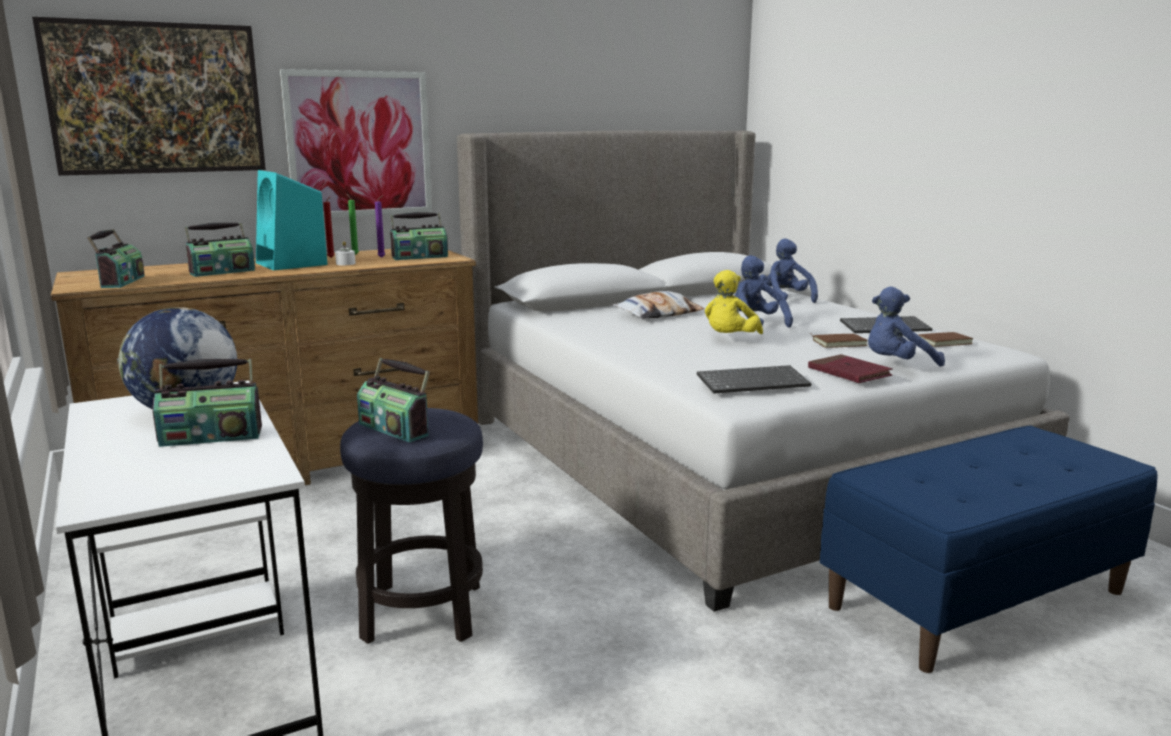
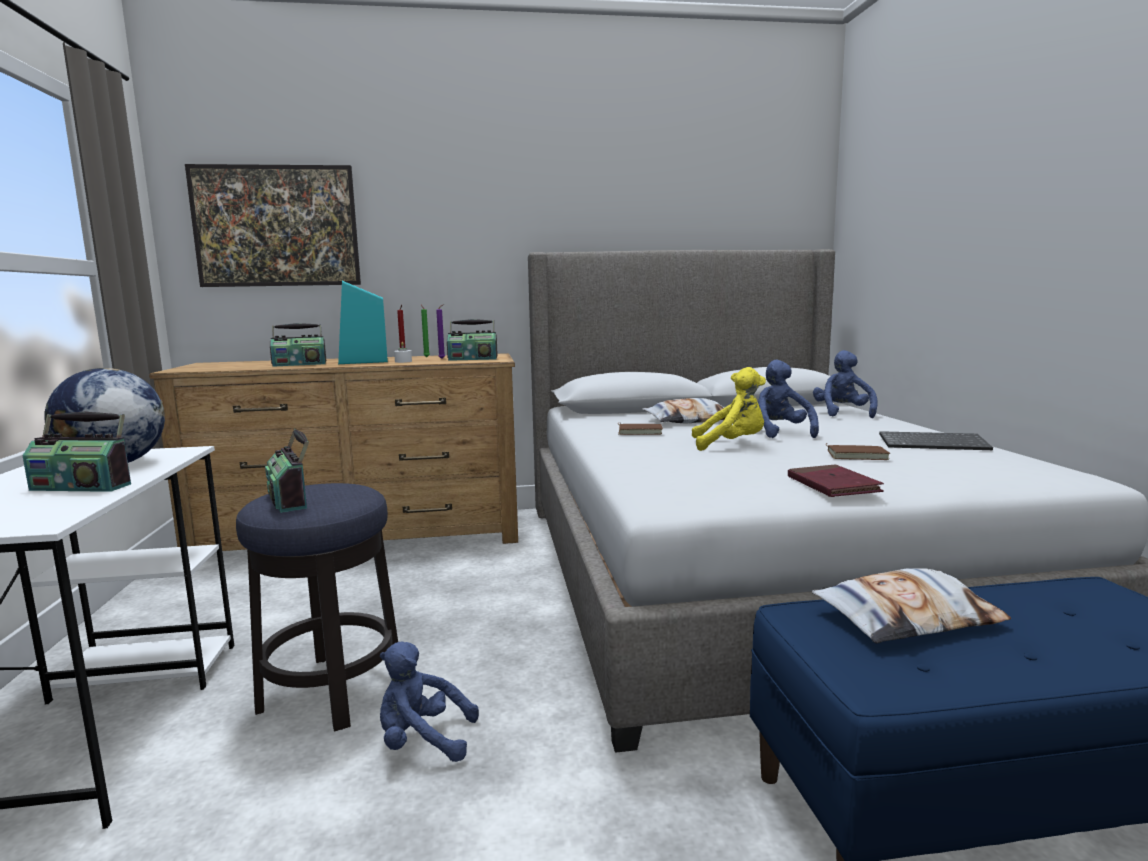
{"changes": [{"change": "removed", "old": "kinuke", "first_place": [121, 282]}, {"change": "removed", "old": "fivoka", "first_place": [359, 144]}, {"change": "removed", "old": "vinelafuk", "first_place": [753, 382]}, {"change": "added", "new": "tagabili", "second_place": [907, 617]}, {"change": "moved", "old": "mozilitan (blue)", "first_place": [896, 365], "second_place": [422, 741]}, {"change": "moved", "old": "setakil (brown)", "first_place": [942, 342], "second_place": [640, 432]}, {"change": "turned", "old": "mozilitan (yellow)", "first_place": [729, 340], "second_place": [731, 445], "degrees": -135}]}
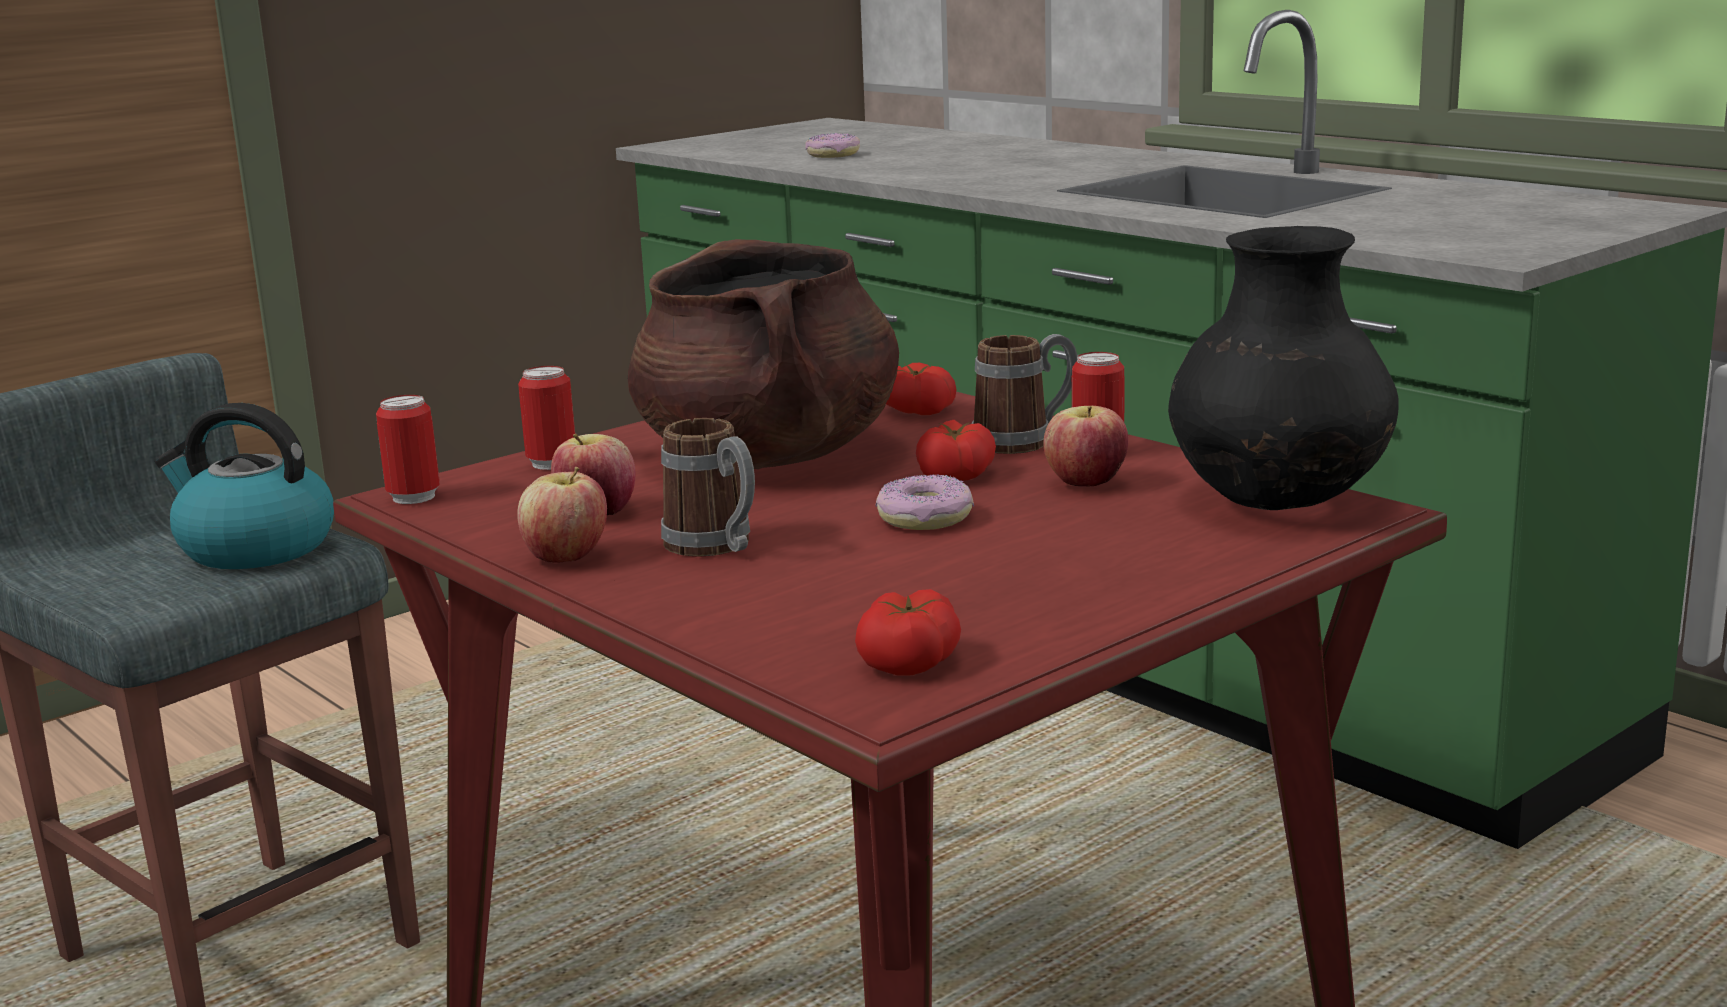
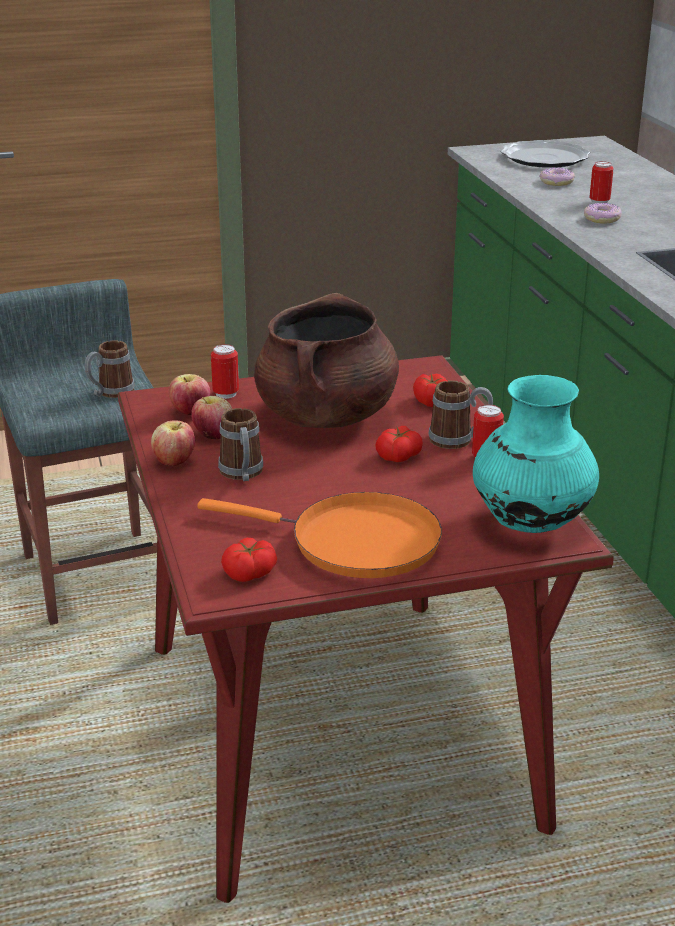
{"changes": [{"change": "added", "new": "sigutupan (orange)", "second_place": [355, 542]}, {"change": "added", "new": "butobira", "second_place": [544, 158]}, {"change": "moved", "old": "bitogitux", "first_place": [414, 497], "second_place": [599, 202]}, {"change": "moved", "old": "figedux", "first_place": [925, 518], "second_place": [602, 219]}, {"change": "moved", "old": "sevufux", "first_place": [1086, 484], "second_place": [190, 412]}, {"change": "replaced", "old": "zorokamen", "new": "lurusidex", "first_place": [254, 548], "second_place": [110, 393]}, {"change": "recoloured", "old": "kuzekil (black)", "new": "kuzekil (turquoise)", "first_place": [1277, 503], "second_place": [530, 523]}]}
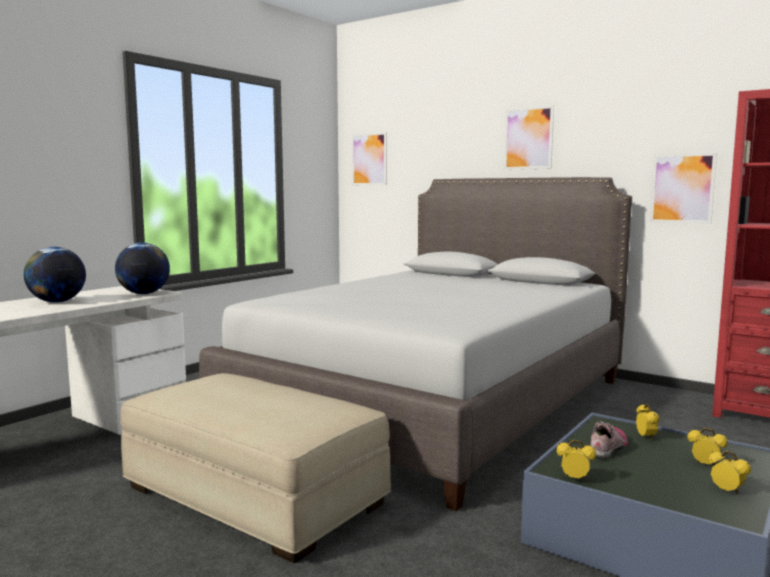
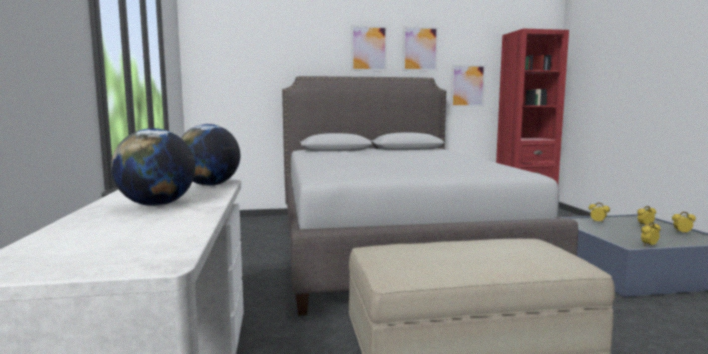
{"changes": [{"change": "removed", "old": "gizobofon", "first_place": [608, 448]}, {"change": "moved", "old": "fivoka", "first_place": [369, 159], "second_place": [420, 49]}]}
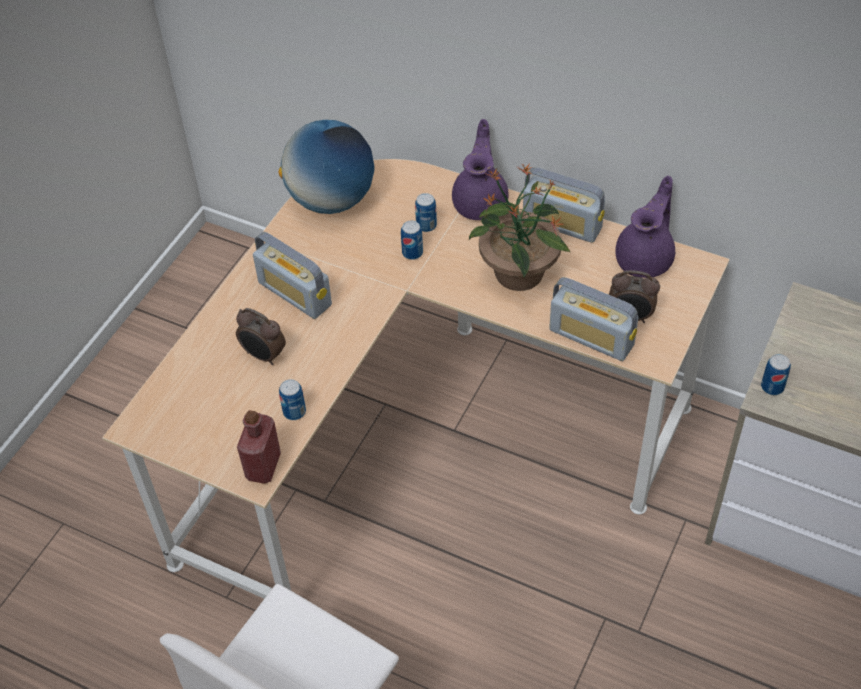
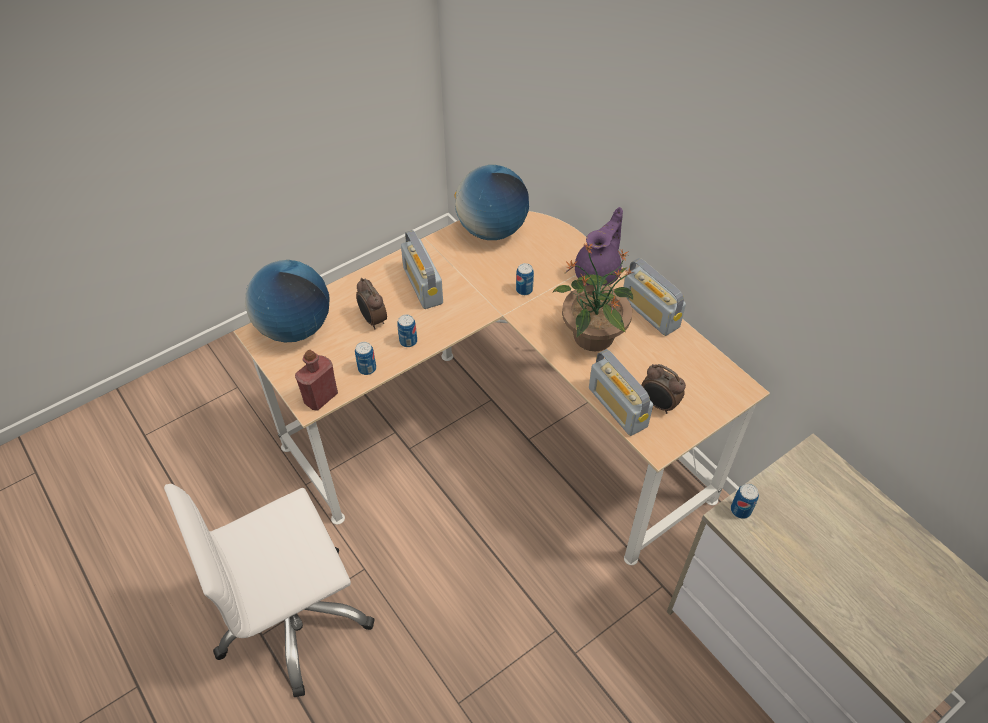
{"changes": [{"change": "removed", "old": "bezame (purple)", "first_place": [646, 259]}, {"change": "added", "new": "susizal", "second_place": [294, 328]}, {"change": "moved", "old": "bitogitux", "first_place": [426, 225], "second_place": [408, 341]}]}
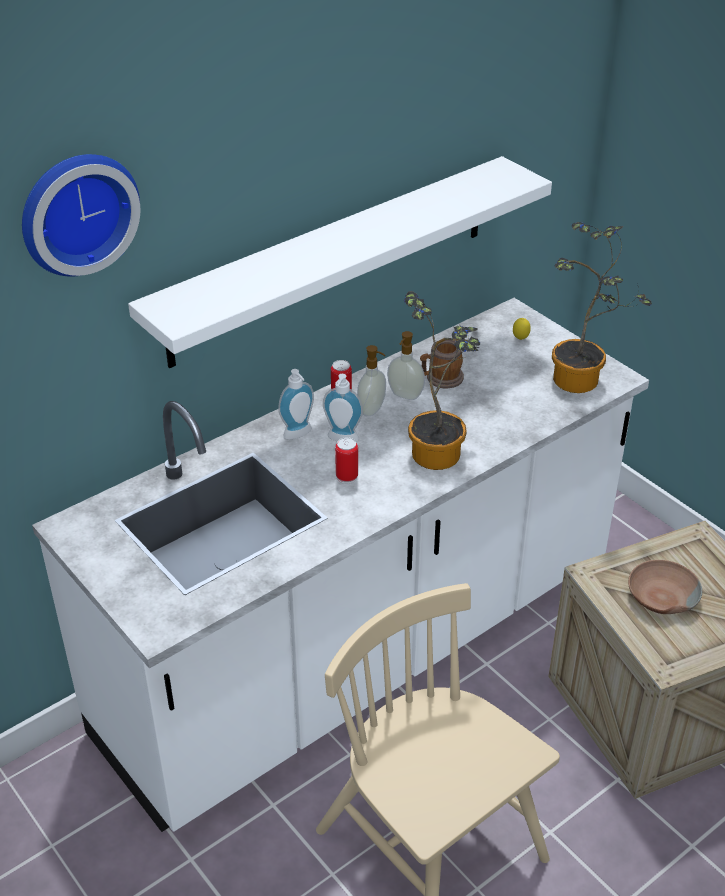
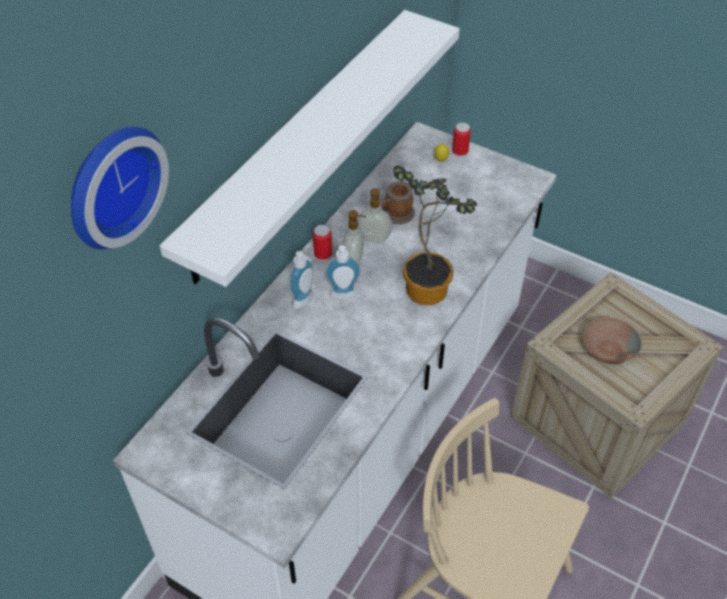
{"changes": [{"change": "removed", "old": "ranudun", "first_place": [582, 382]}, {"change": "moved", "old": "bitogitux", "first_place": [347, 477], "second_place": [460, 152]}]}
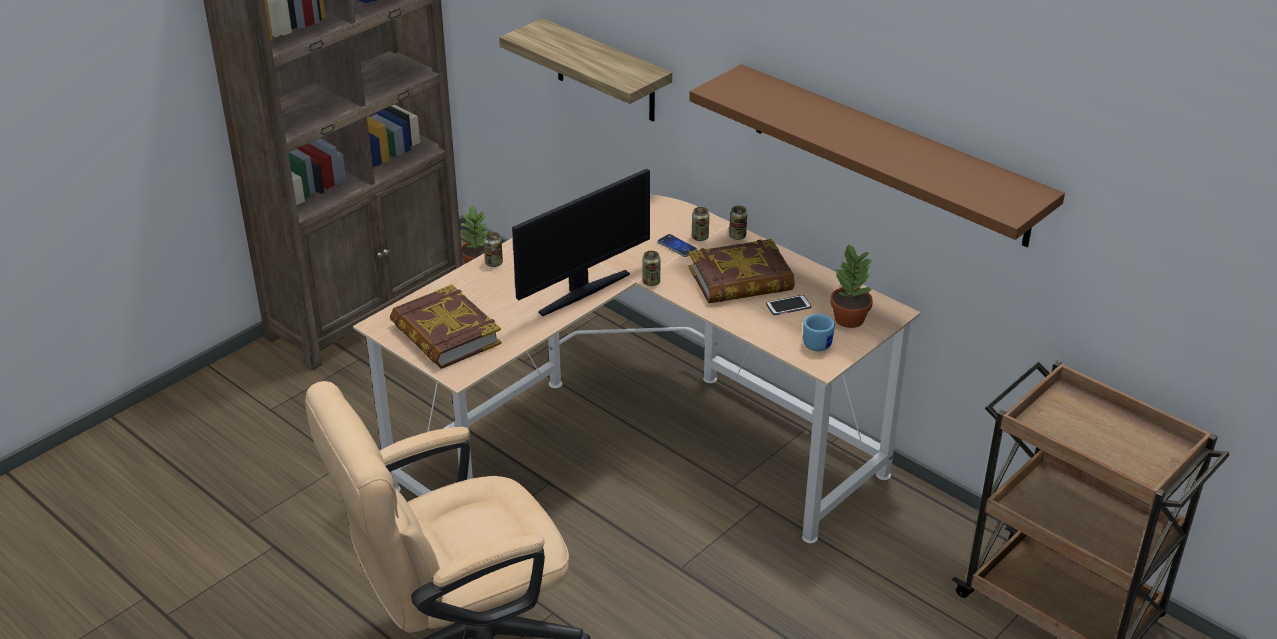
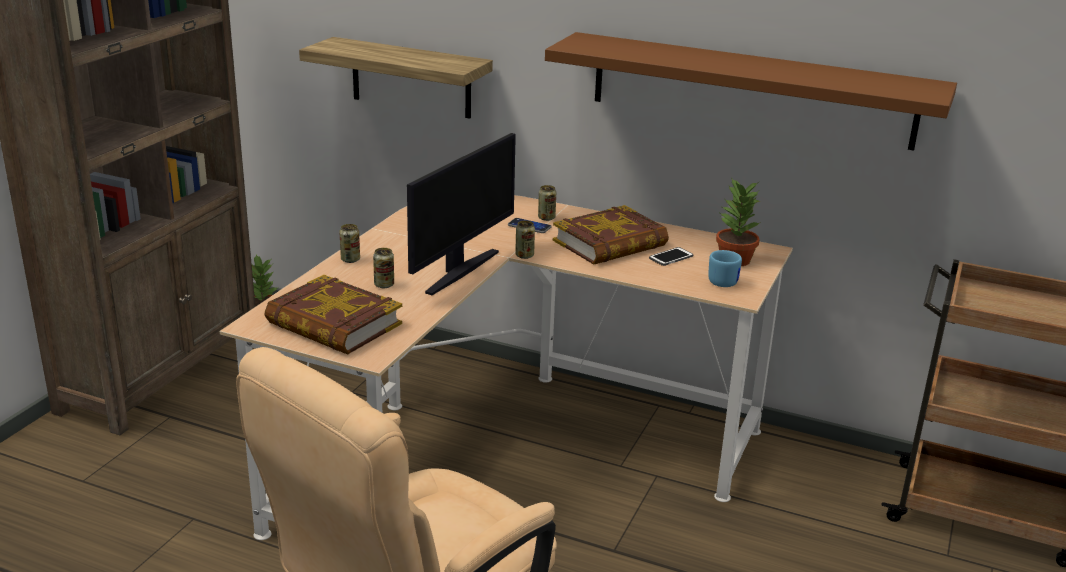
{"changes": [{"change": "moved", "old": "bitogitux", "first_place": [737, 236], "second_place": [384, 285]}]}
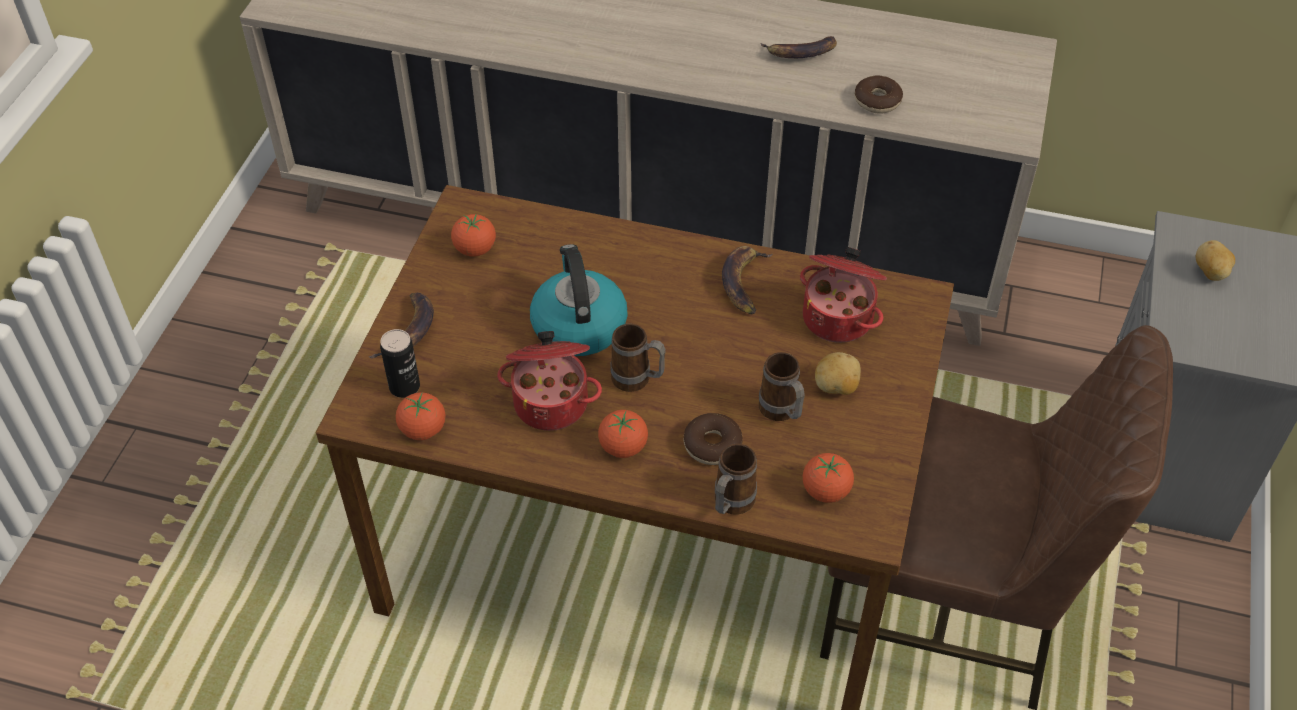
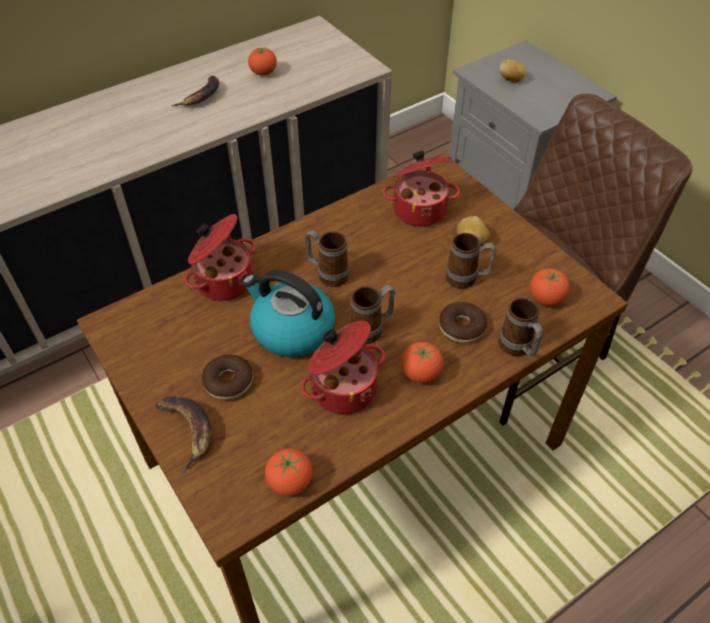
{"changes": [{"change": "removed", "old": "bitogitux", "first_place": [404, 387]}, {"change": "removed", "old": "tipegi", "first_place": [744, 282]}, {"change": "added", "new": "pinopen", "second_place": [223, 280]}, {"change": "added", "new": "lurusidex", "second_place": [327, 274]}, {"change": "moved", "old": "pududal", "first_place": [475, 249], "second_place": [263, 73]}, {"change": "moved", "old": "figedux", "first_place": [877, 101], "second_place": [228, 382]}]}
